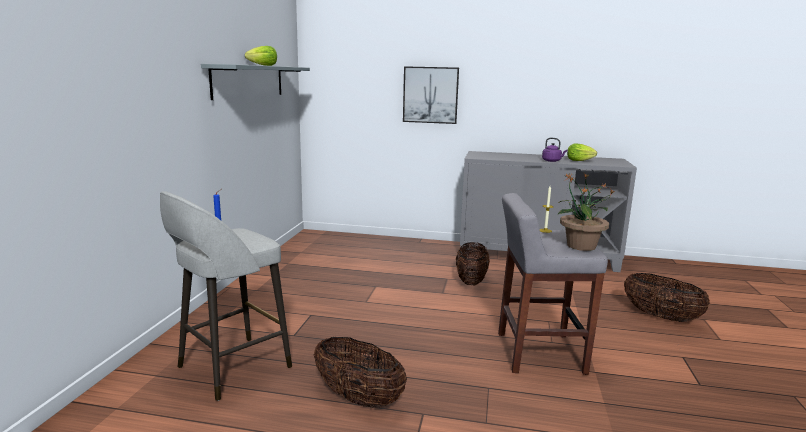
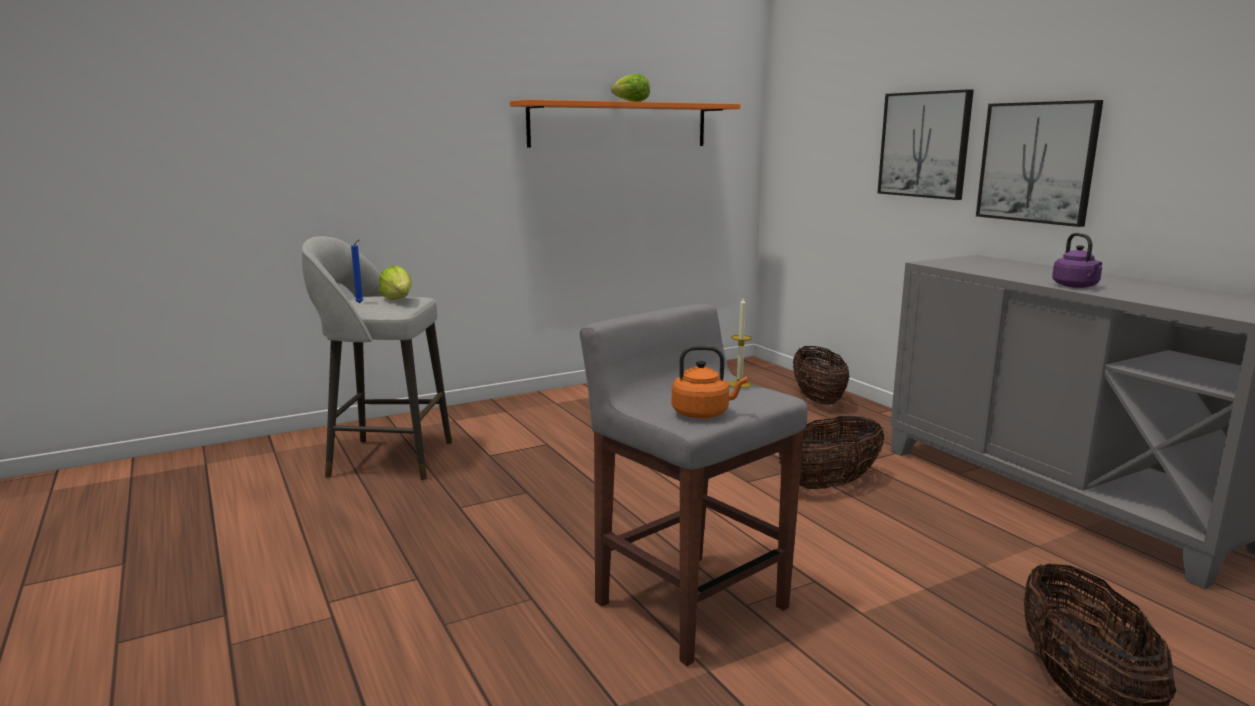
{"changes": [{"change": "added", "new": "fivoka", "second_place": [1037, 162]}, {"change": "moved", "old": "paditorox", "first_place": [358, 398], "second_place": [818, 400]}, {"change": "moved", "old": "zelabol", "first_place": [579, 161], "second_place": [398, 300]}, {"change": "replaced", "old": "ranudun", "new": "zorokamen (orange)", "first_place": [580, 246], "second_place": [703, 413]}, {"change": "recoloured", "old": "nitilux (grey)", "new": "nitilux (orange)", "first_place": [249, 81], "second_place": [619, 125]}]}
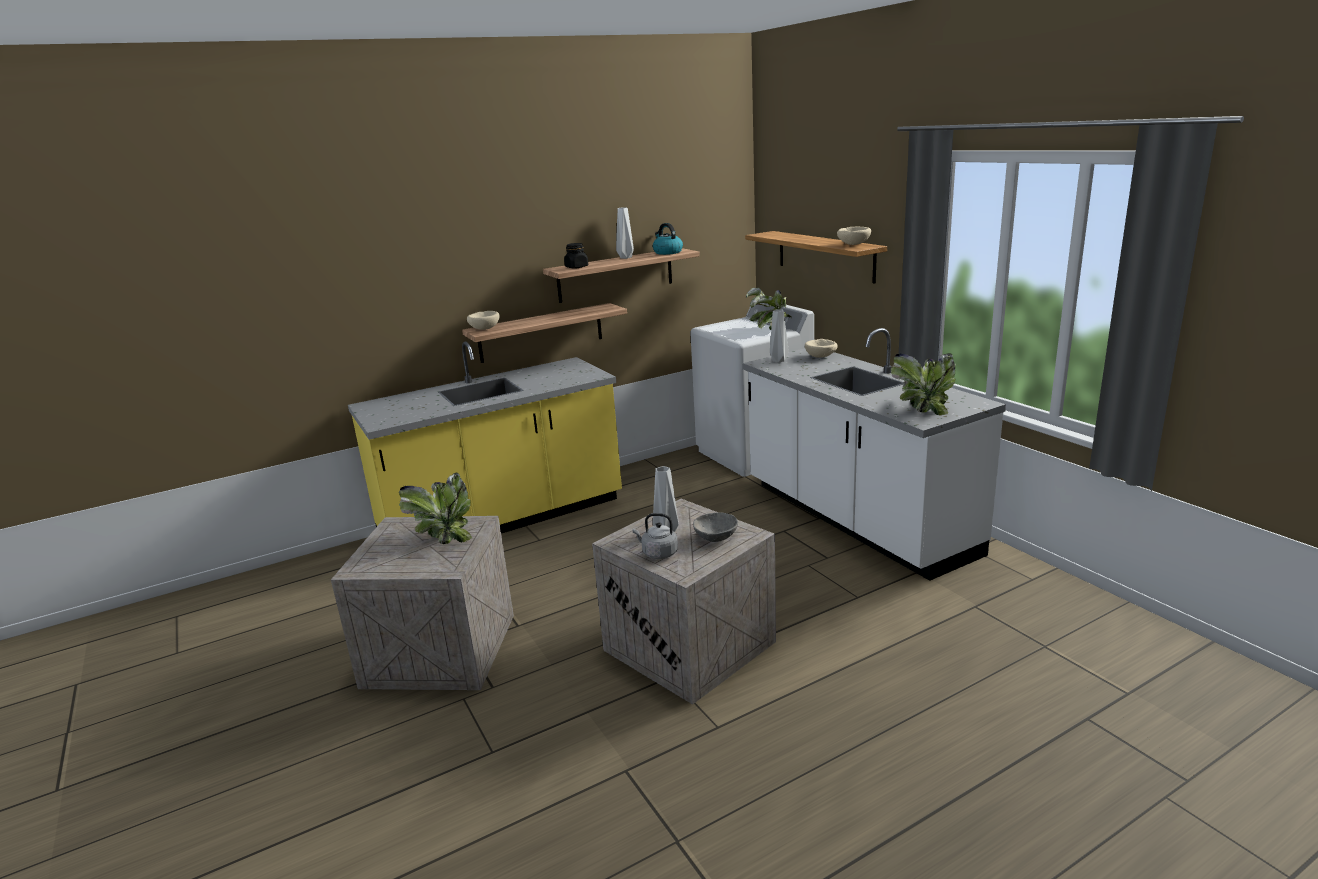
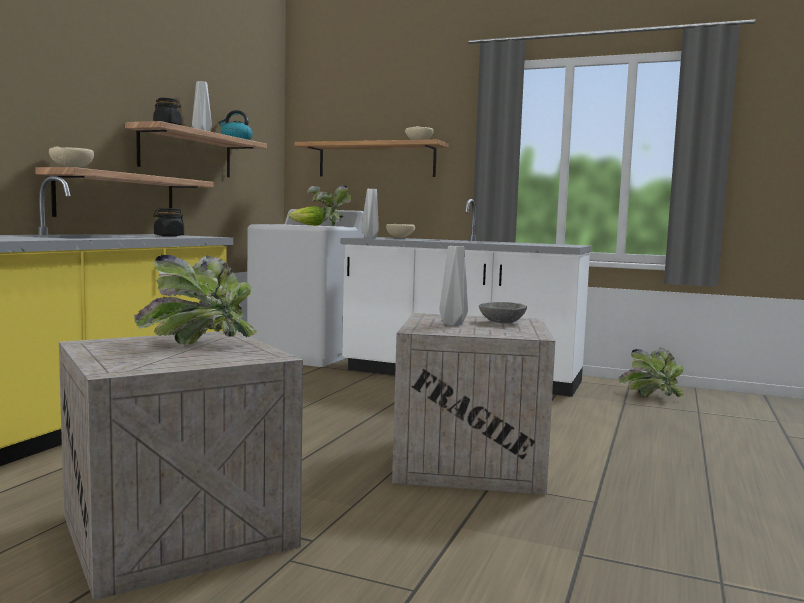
{"changes": [{"change": "removed", "old": "zorokamen (grey)", "first_place": [658, 553]}, {"change": "added", "new": "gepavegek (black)", "second_place": [169, 236]}, {"change": "added", "new": "zelabol", "second_place": [308, 225]}, {"change": "moved", "old": "ranudun", "first_place": [925, 409], "second_place": [651, 395]}]}
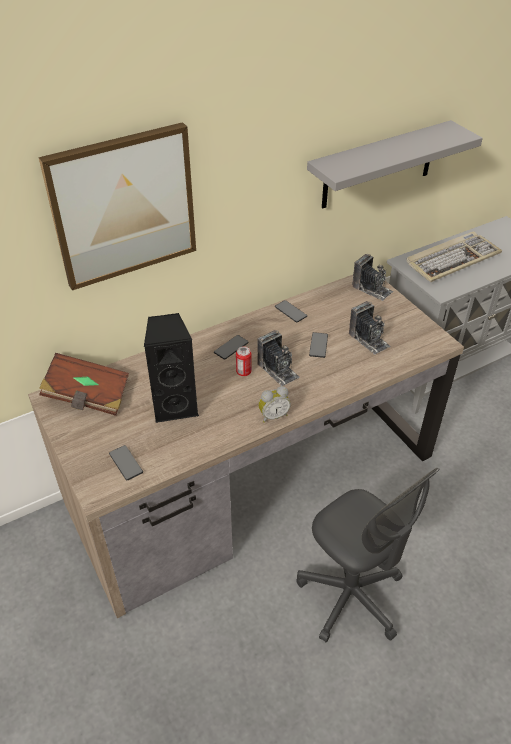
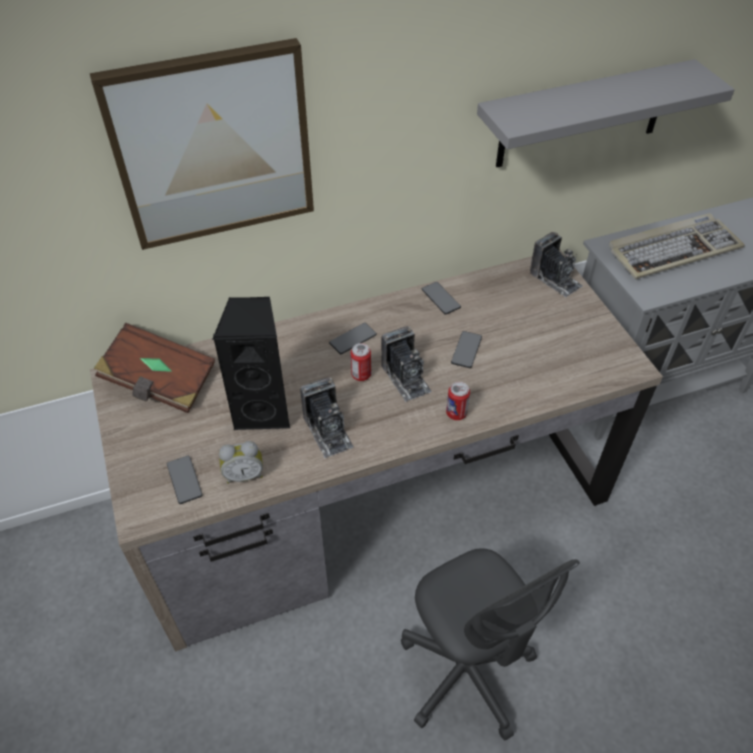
{"changes": [{"change": "added", "new": "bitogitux", "second_place": [456, 413]}, {"change": "moved", "old": "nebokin", "first_place": [273, 415], "second_place": [244, 475]}, {"change": "moved", "old": "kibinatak", "first_place": [368, 339], "second_place": [328, 431]}]}
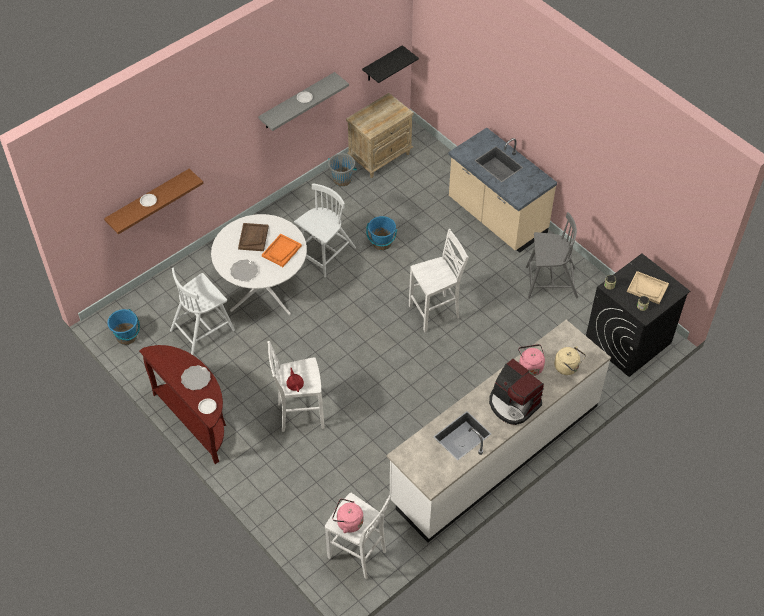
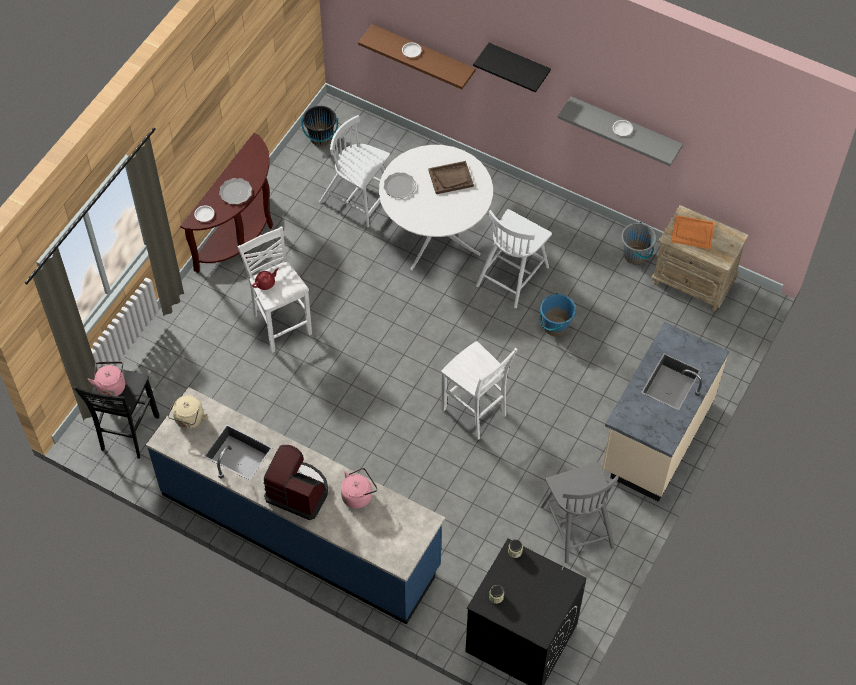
{"changes": [{"change": "removed", "old": "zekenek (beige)", "first_place": [647, 288]}, {"change": "moved", "old": "zekenek (orange)", "first_place": [281, 251], "second_place": [692, 233]}, {"change": "moved", "old": "nitilux (black)", "first_place": [382, 64], "second_place": [519, 64]}, {"change": "moved", "old": "zorokamen (beige)", "first_place": [568, 367], "second_place": [189, 420]}, {"change": "recoloured", "old": "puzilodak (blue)", "new": "puzilodak (black)", "first_place": [127, 337], "second_place": [321, 138]}, {"change": "recoloured", "old": "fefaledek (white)", "new": "fefaledek (black)", "first_place": [358, 554], "second_place": [128, 434]}, {"change": "recoloured", "old": "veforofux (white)", "new": "veforofux (blue)", "first_place": [495, 452], "second_place": [300, 530]}, {"change": "turned", "old": "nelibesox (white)", "first_place": [325, 254], "second_place": [513, 275], "degrees": 105}, {"change": "turned", "old": "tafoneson", "first_place": [513, 404], "second_place": [298, 491], "degrees": 90}]}
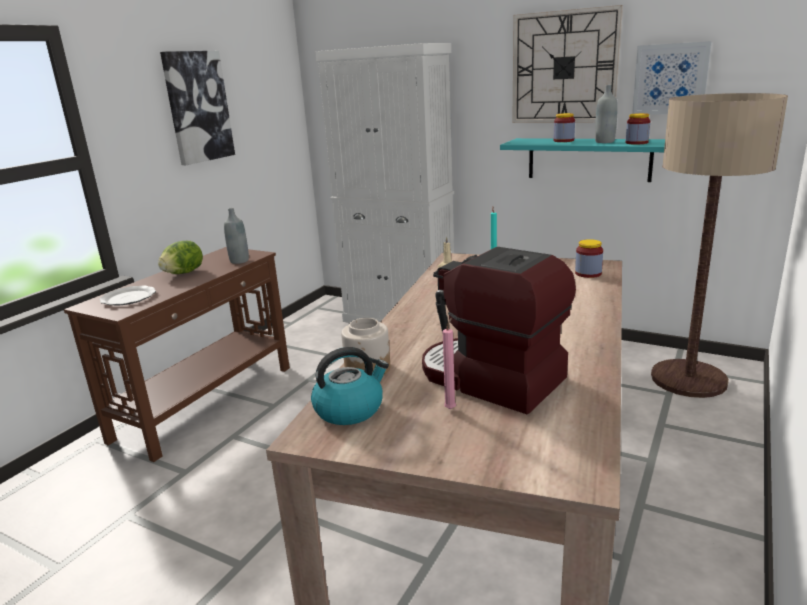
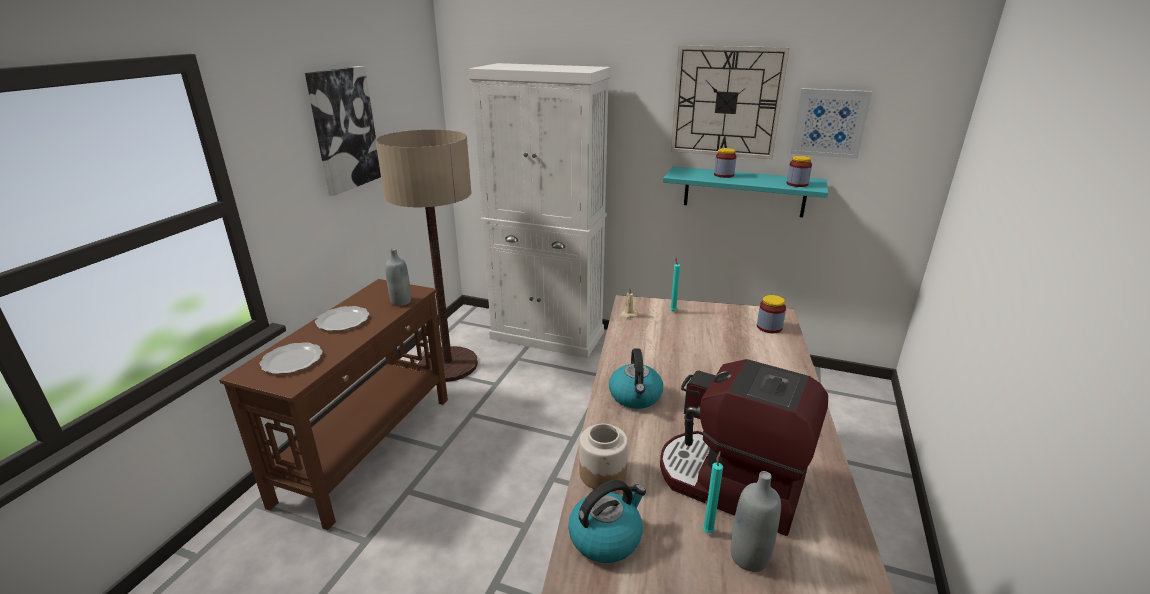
{"changes": [{"change": "added", "new": "zorokamen", "second_place": [635, 396]}, {"change": "moved", "old": "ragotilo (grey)", "first_place": [604, 142], "second_place": [749, 557]}, {"change": "moved", "old": "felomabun", "first_place": [688, 379], "second_place": [448, 365]}, {"change": "replaced", "old": "zelabol", "new": "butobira", "first_place": [183, 273], "second_place": [344, 320]}, {"change": "recoloured", "old": "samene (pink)", "new": "samene (turquoise)", "first_place": [451, 408], "second_place": [708, 530]}]}
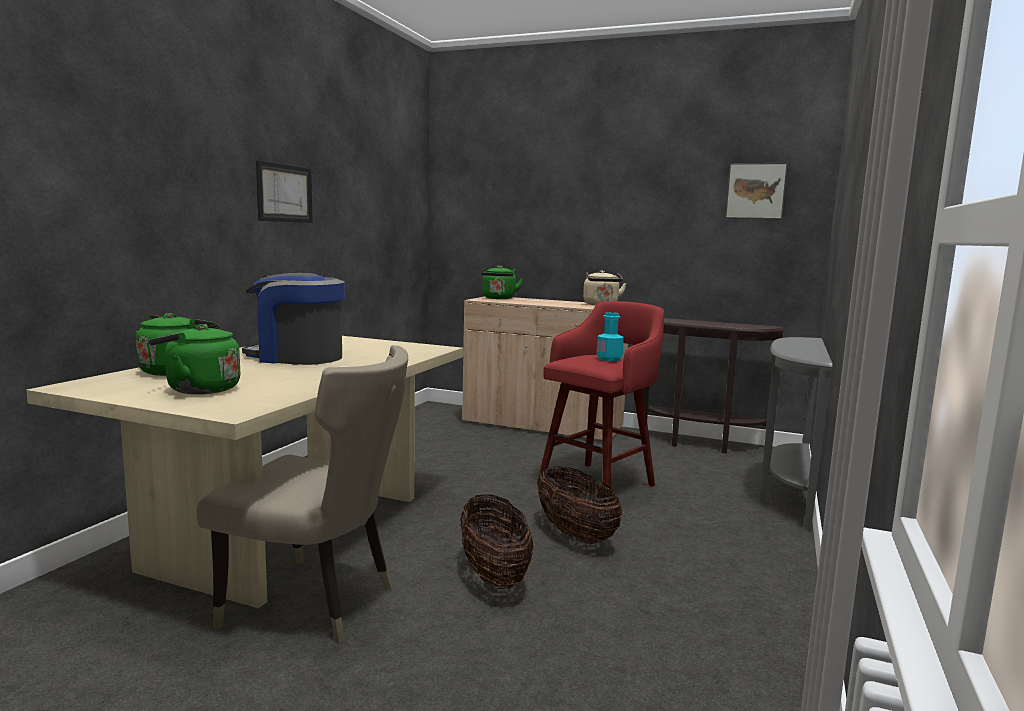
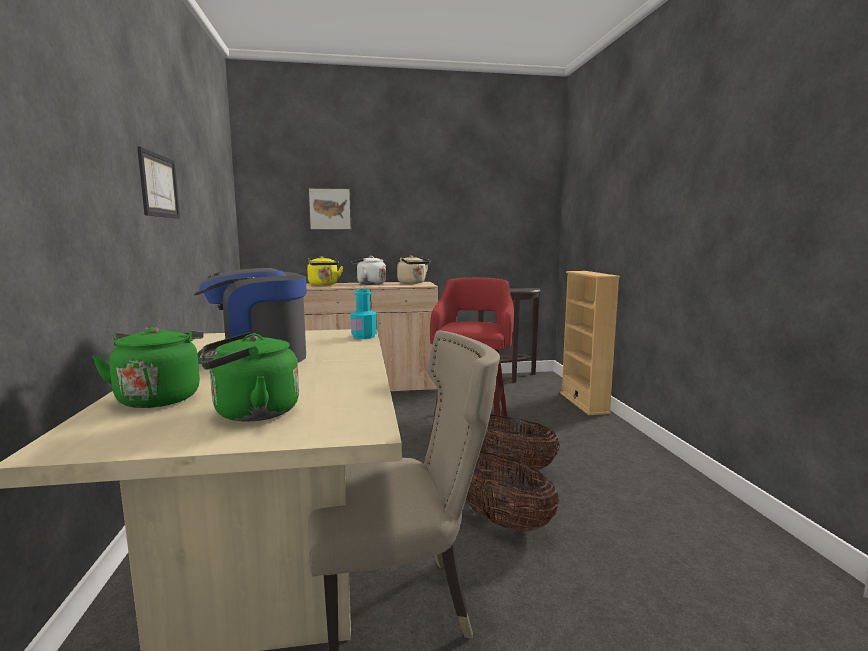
{"changes": [{"change": "added", "new": "zorokamen (white)", "second_place": [369, 284]}, {"change": "moved", "old": "ragotilo (turquoise)", "first_place": [609, 359], "second_place": [364, 336]}, {"change": "moved", "old": "fivoka", "first_place": [756, 191], "second_place": [330, 209]}, {"change": "replaced", "old": "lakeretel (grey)", "new": "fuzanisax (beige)", "first_place": [785, 495], "second_place": [584, 403]}, {"change": "recoloured", "old": "zorokamen (green)", "new": "zorokamen (yellow)", "first_place": [499, 298], "second_place": [324, 285]}]}
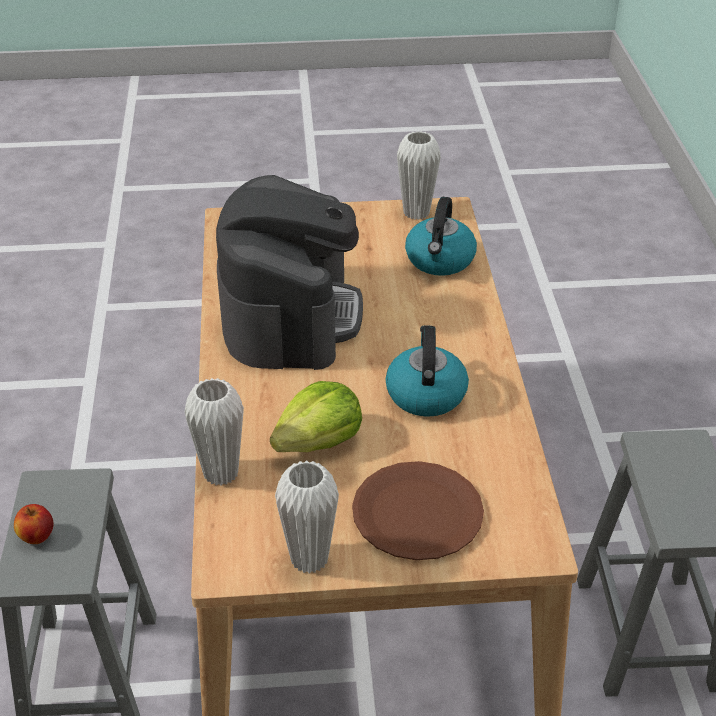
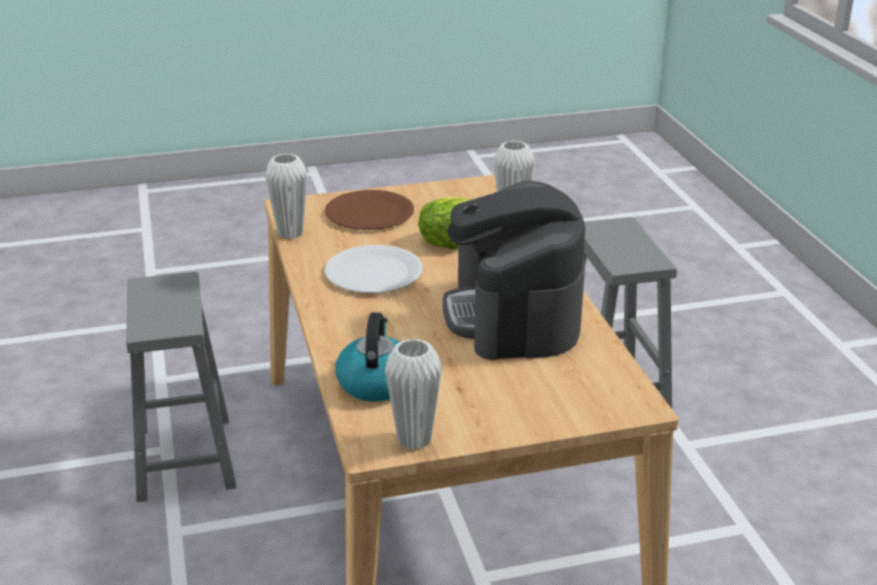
{"changes": [{"change": "removed", "old": "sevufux", "first_place": [36, 536]}, {"change": "moved", "old": "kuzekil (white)", "first_place": [309, 559], "second_place": [290, 233]}, {"change": "replaced", "old": "zorokamen", "new": "butobira (white)", "first_place": [425, 393], "second_place": [374, 272]}]}
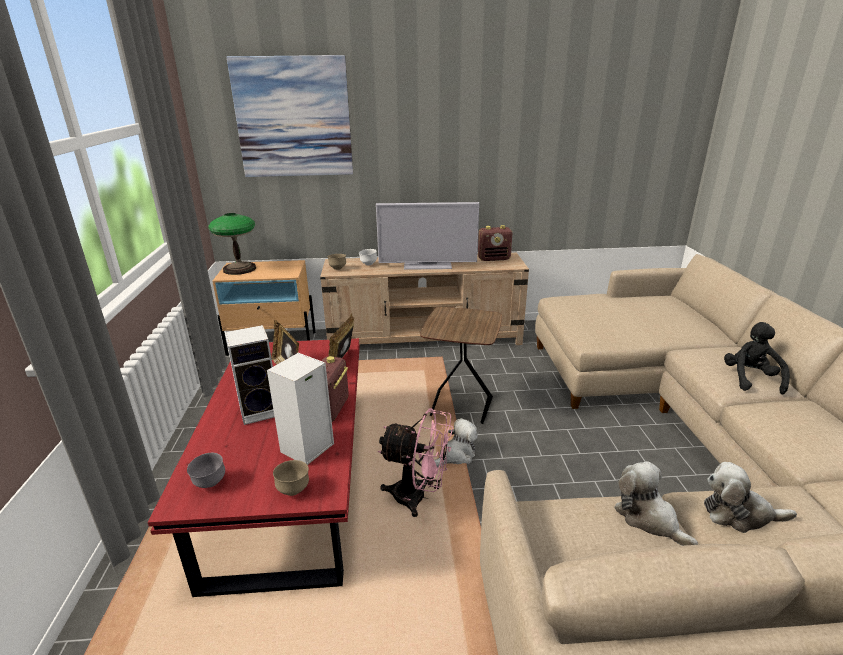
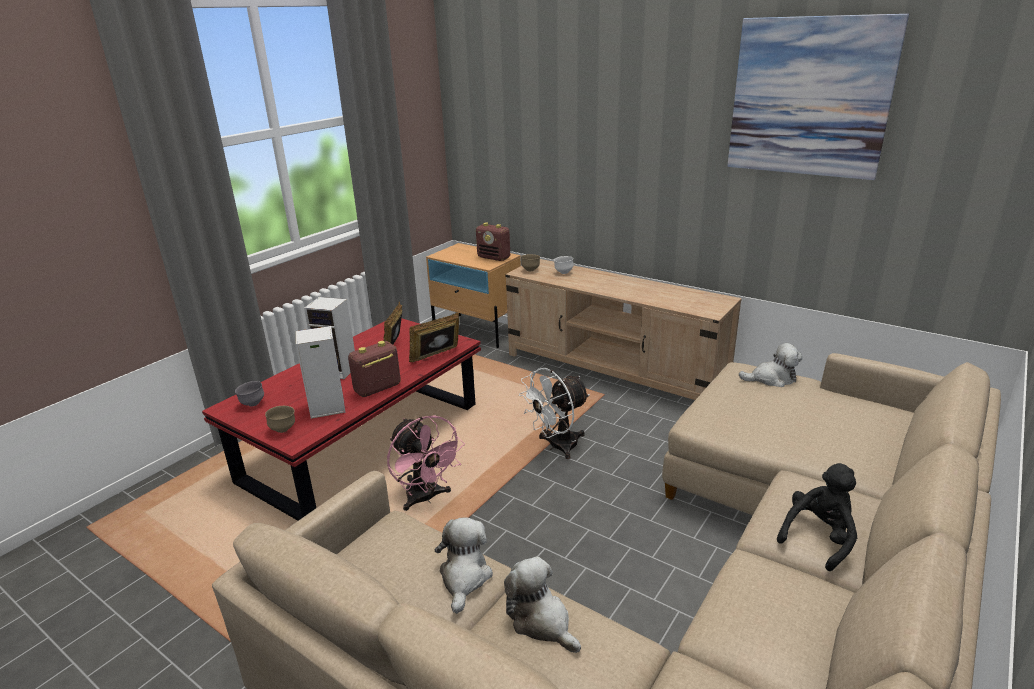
{"changes": [{"change": "removed", "old": "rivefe", "first_place": [239, 269]}, {"change": "removed", "old": "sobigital", "first_place": [427, 266]}, {"change": "moved", "old": "fivoka", "first_place": [293, 118], "second_place": [809, 97]}, {"change": "moved", "old": "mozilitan", "first_place": [456, 455], "second_place": [772, 379]}, {"change": "moved", "old": "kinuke", "first_place": [494, 259], "second_place": [494, 258]}, {"change": "replaced", "old": "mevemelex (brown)", "new": "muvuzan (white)", "first_place": [461, 407], "second_place": [557, 446]}]}
